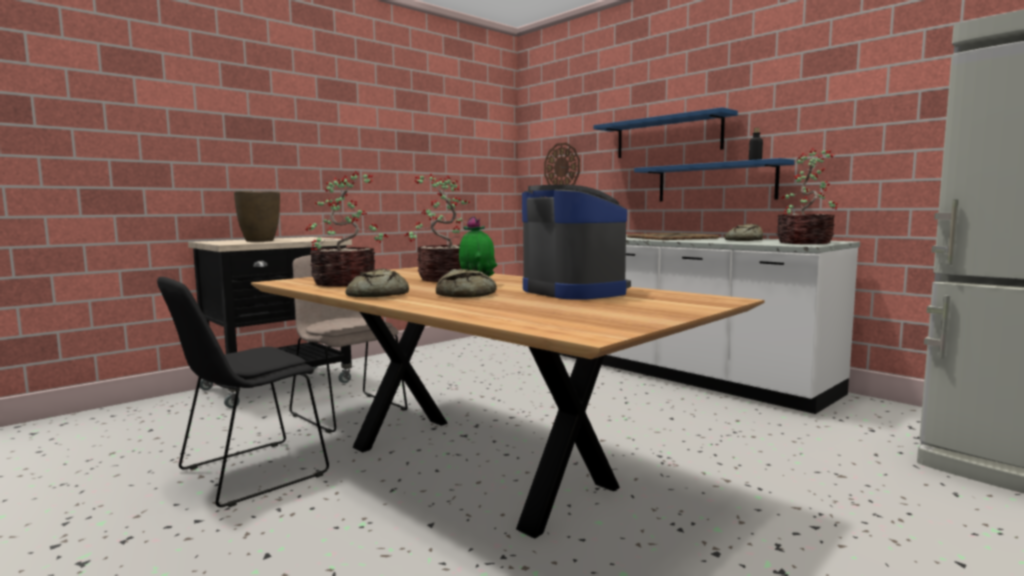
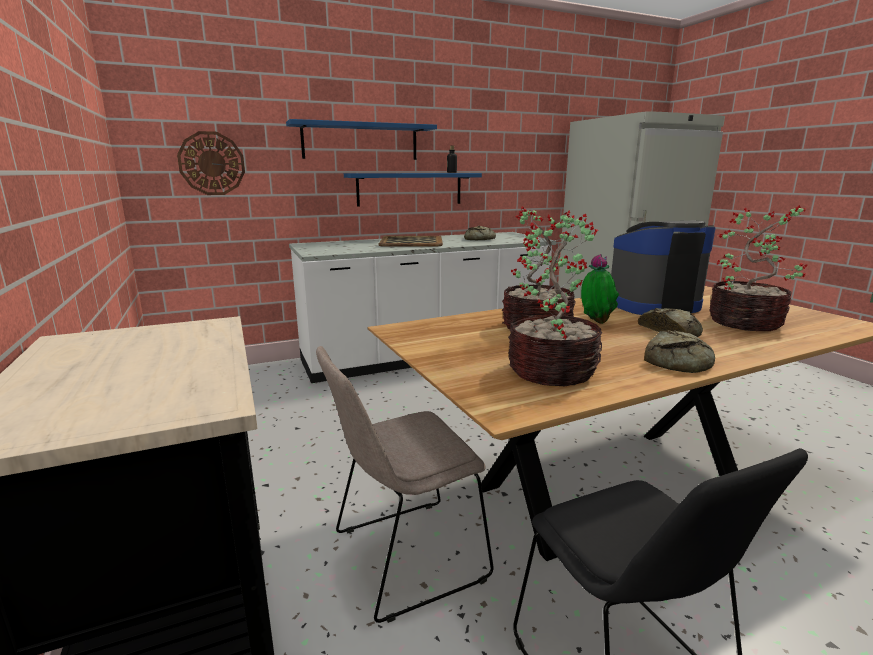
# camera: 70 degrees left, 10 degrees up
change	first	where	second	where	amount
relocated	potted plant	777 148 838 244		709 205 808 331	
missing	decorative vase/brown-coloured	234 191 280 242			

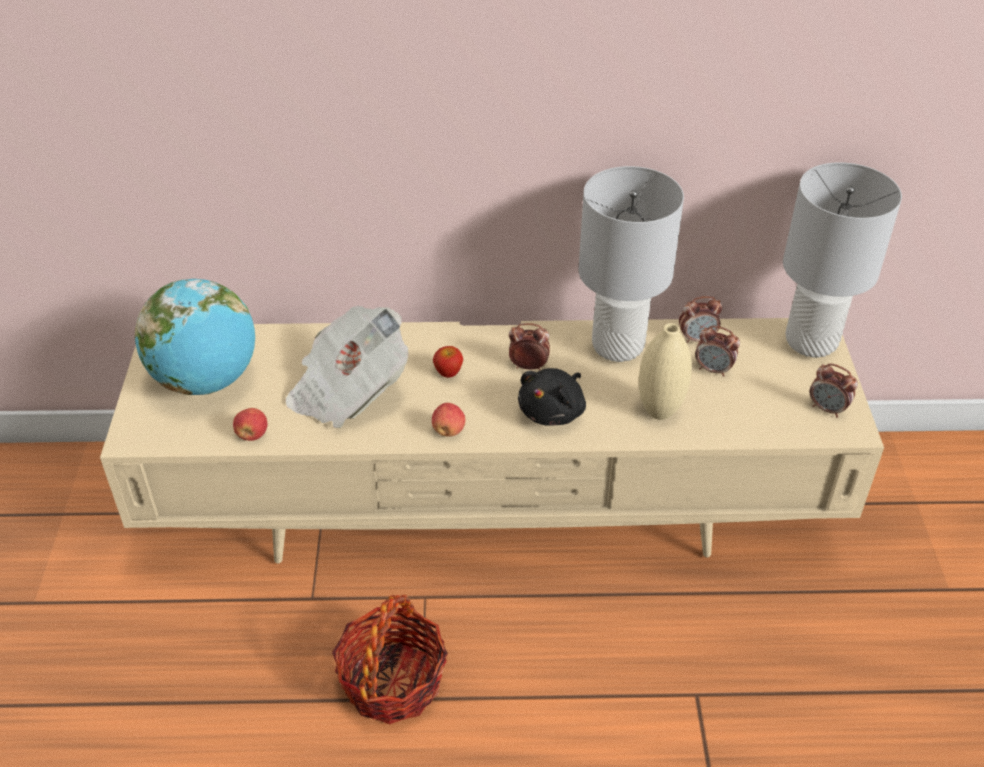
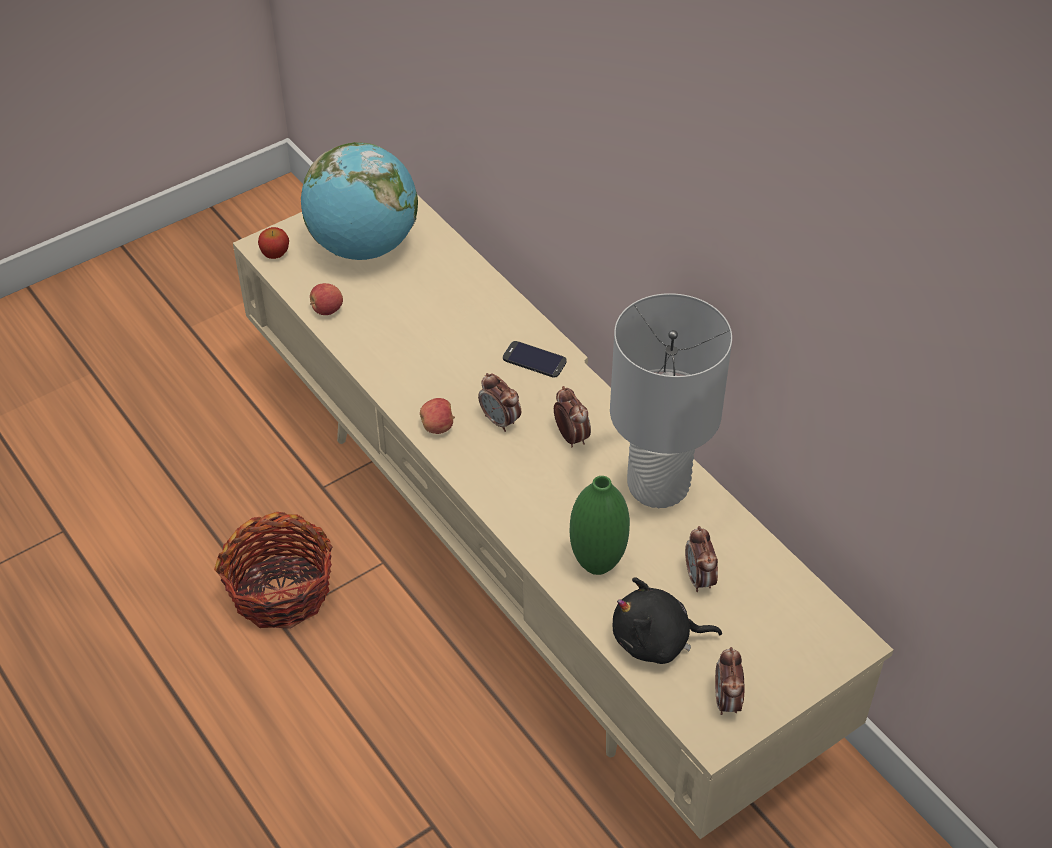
# camera: 55 degrees right, 5 degrees up
change	first	where	second	where	amount
missing	table lamp/gray	783 162 902 358			
relocated	alarm clock	679 296 722 343		478 373 521 432	
missing	newspaper	285 306 409 428			
colour	decorative vase/beige-coloured	639 323 692 420	decorative vase/greenish	569 476 630 575	
relocated	apple	433 346 463 378		258 227 289 259	
relocated	soft toy/black-coloured	518 368 586 426		613 577 722 664	
appeared			telephone	503 341 567 378	

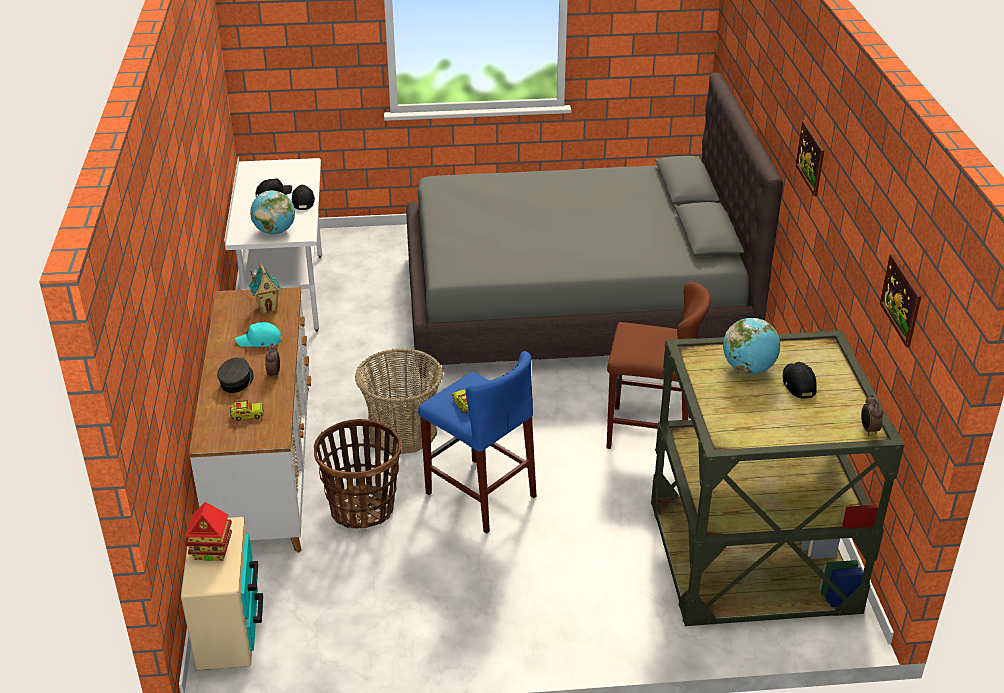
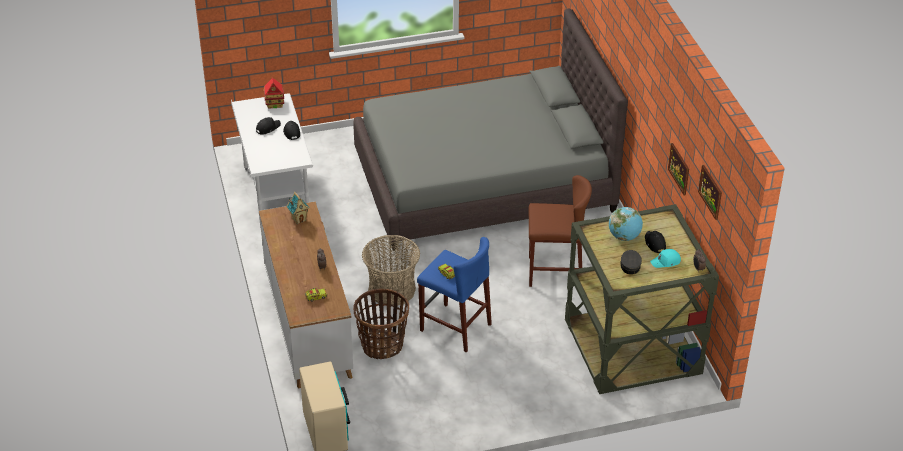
# camera: 10 degrees left, 5 degrees up
change	first	where	second	where	amount
relocated	wall picture	795 121 824 196		668 143 689 196	
missing	desk globe	250 190 295 235			
relocated	cap/turquoise	235 322 282 347		650 249 681 268	
relocated	cap/gray	217 357 254 393		620 250 642 275	
relocated	toy house	185 502 232 561		264 78 284 109	

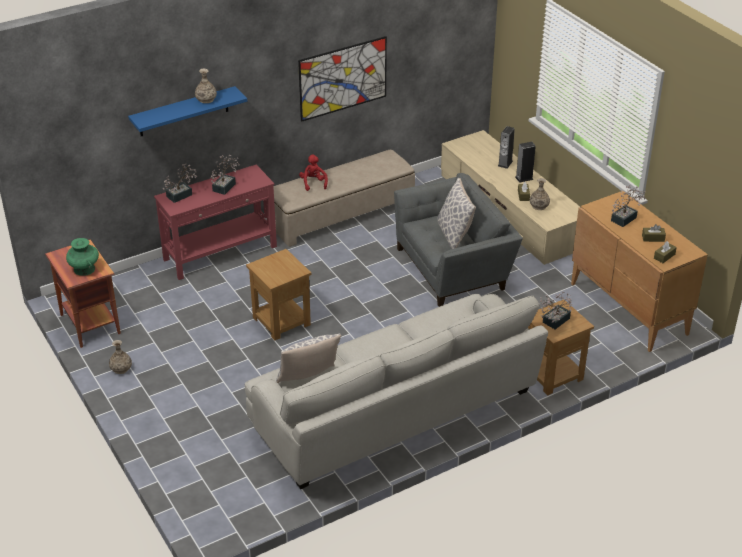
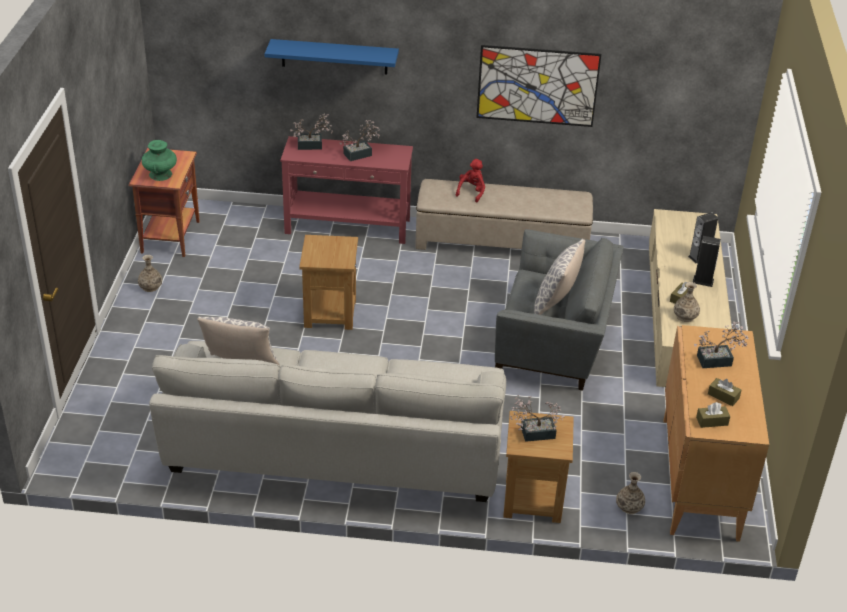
# camera: 35 degrees right, 0 degrees up
change	first	where	second	where	amount
relocated	decorative vase	195 69 217 103		616 472 645 514	

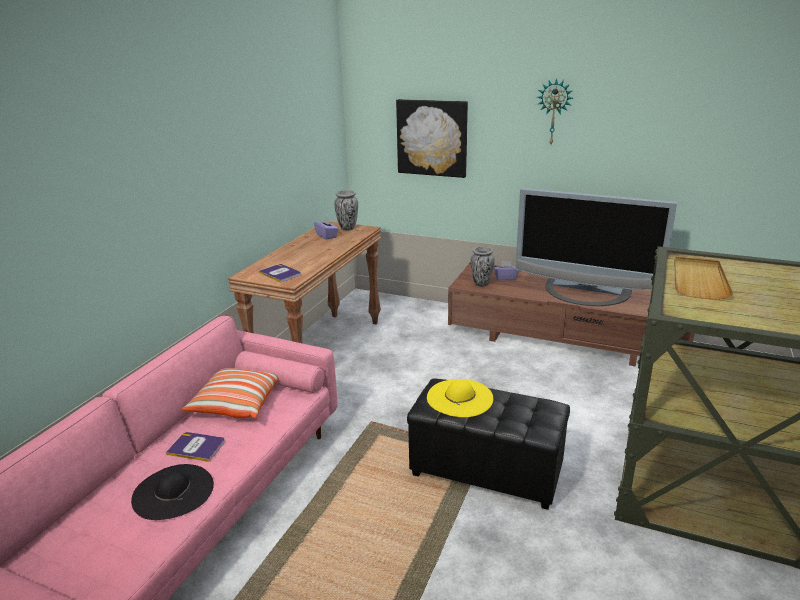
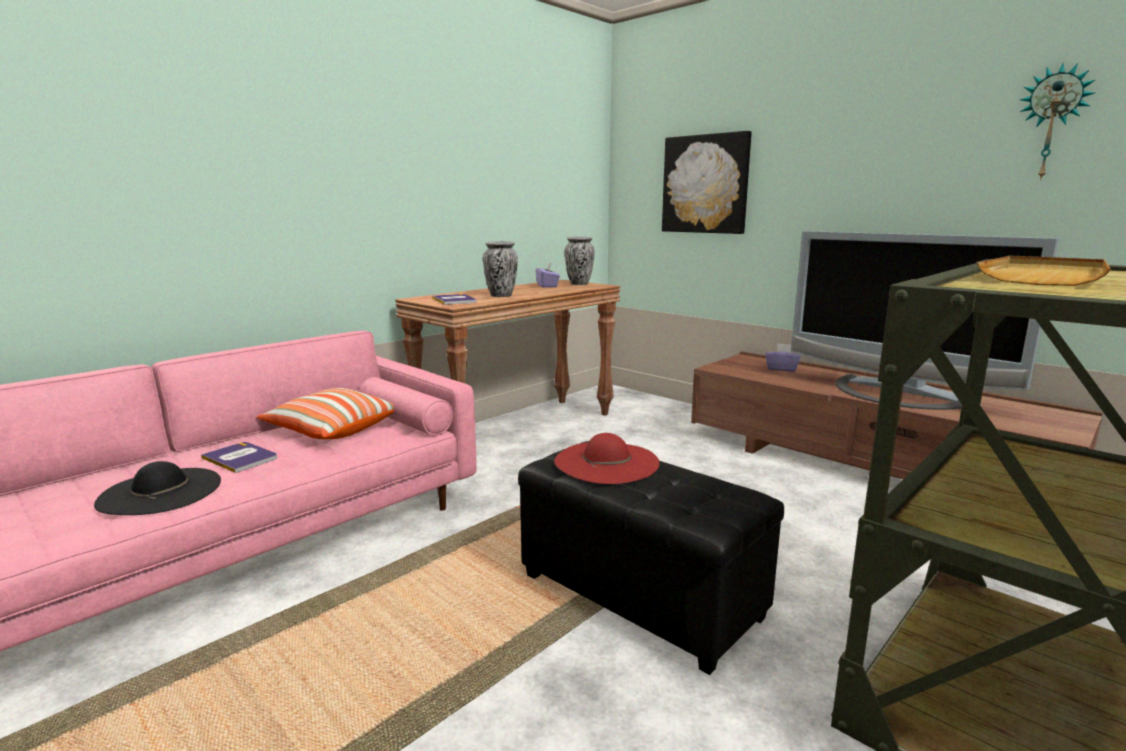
# camera: 20 degrees right, 10 degrees down
change	first	where	second	where	amount
relocated	hanging clock	537 78 573 144		1020 63 1095 181	
relocated	decorative vase	470 247 495 287		483 241 518 297	
colour	hat/yellow-coloured	427 379 493 417	hat/red	554 433 659 484	

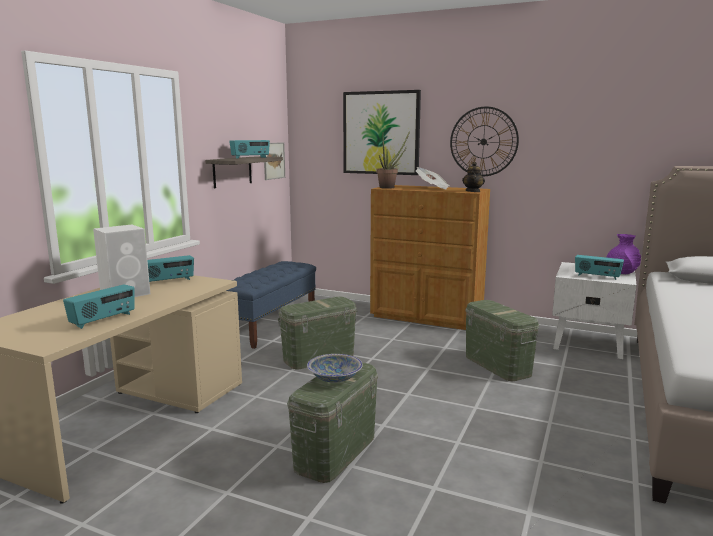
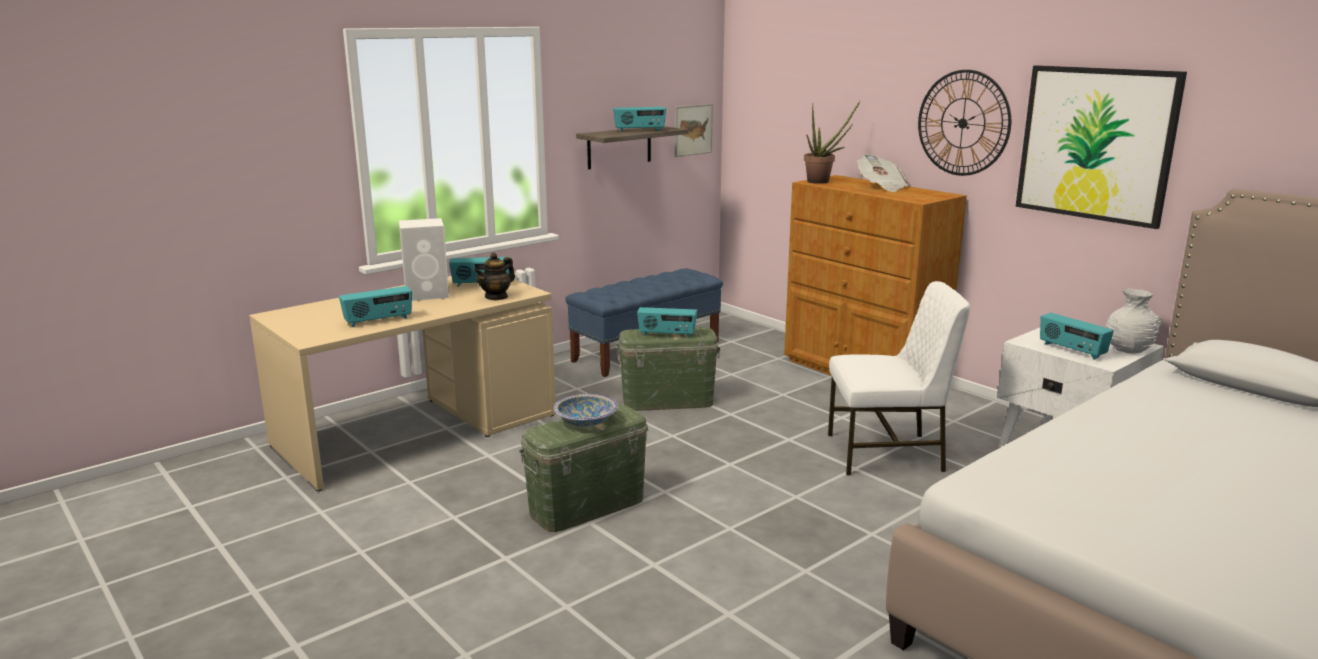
# camera: 25 degrees right, 5 degrees up
change	first	where	second	where	amount
relocated	wall picture	343 90 421 175		1015 65 1187 229	
relocated	tea pot	462 162 485 192		474 253 515 300	
colour	decorative vase/purplish	607 234 641 274	decorative vase/white	1106 288 1162 354	
exchanged	storage container/greenish	466 300 539 381	chair/white	828 281 970 475	
appeared			radio	637 307 697 338	

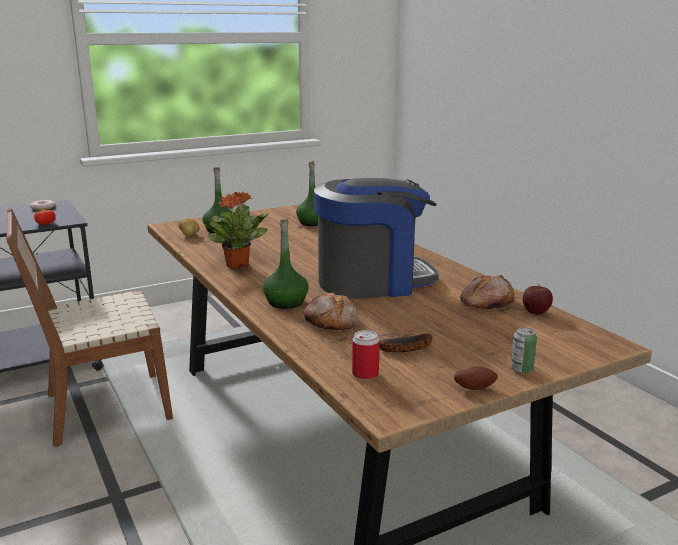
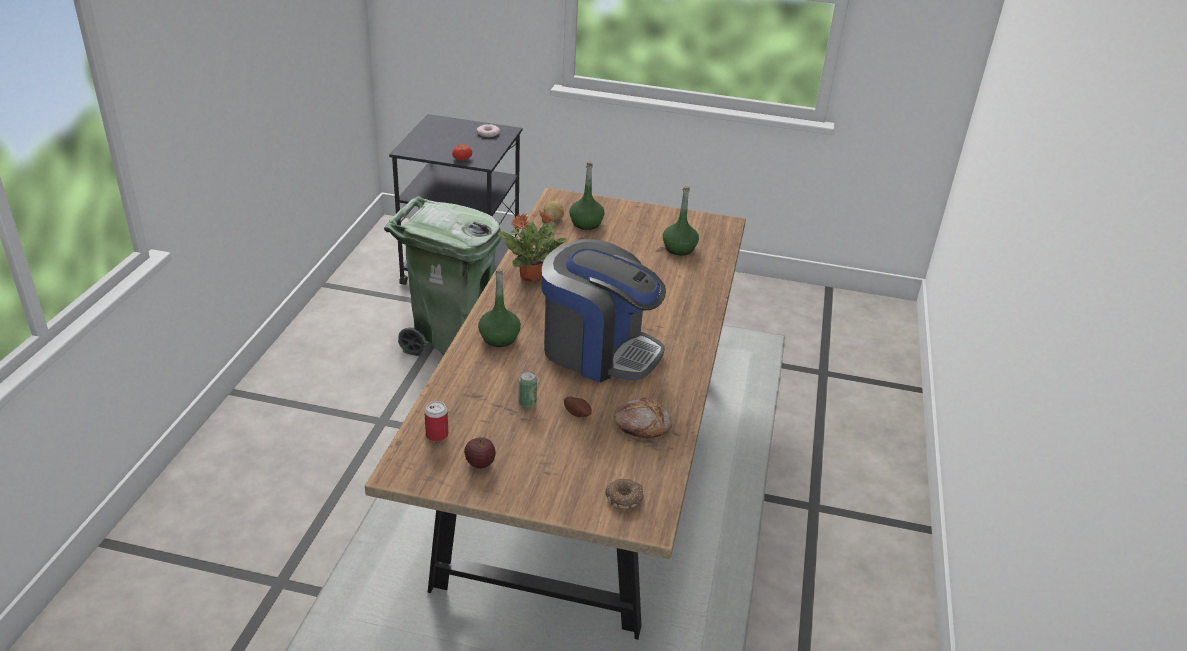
# camera: 40 degrees right, 15 degrees up
change	first	where	second	where	amount
exchanged	chair	6 208 173 447	waste bin/greenish	384 196 502 356	
relocated	apple	523 284 553 314		464 437 496 469	
missing	bread	304 293 359 330			
relocated	sealed can	511 327 537 374		518 371 537 407	
missing	banana	379 333 433 352			
relocated	whole potato	454 366 498 390		564 397 592 417	
appeared			ring doughnut	605 478 644 509	

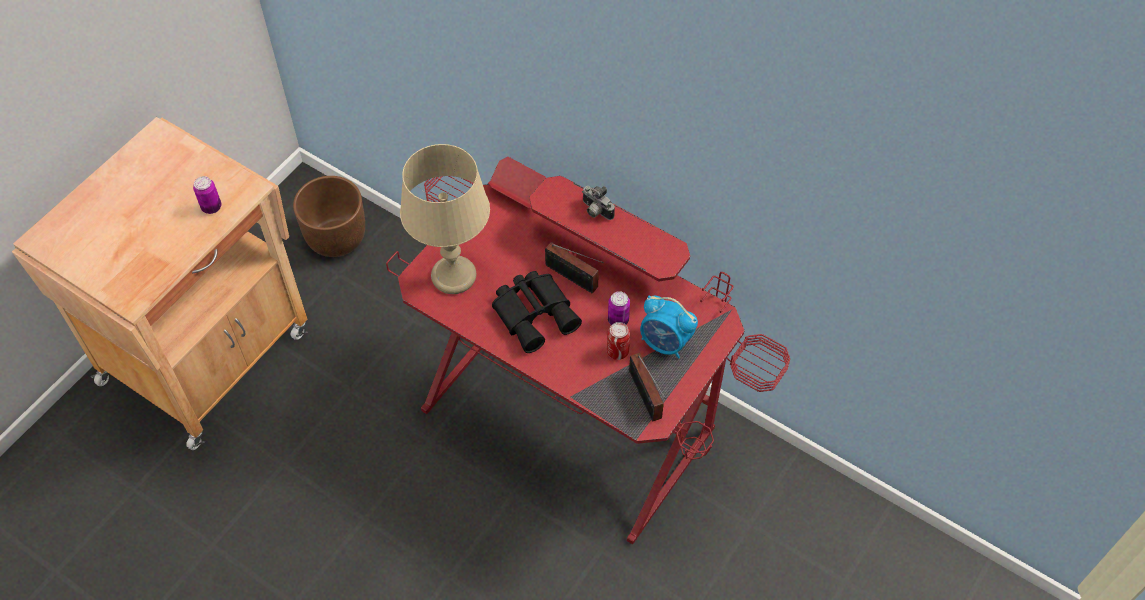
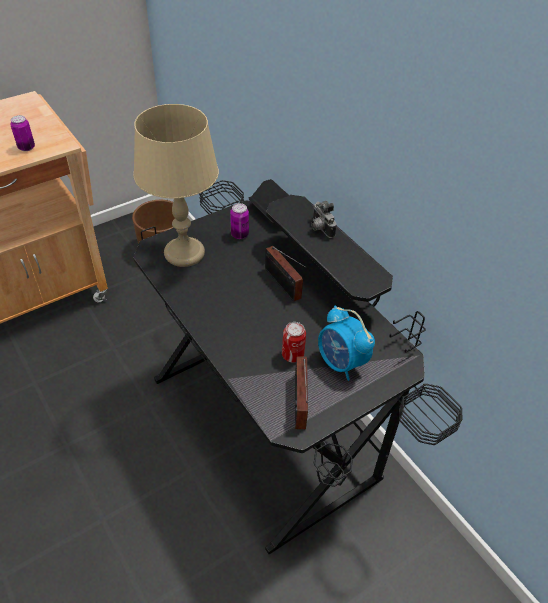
# camera: 20 degrees right, 10 degrees down
change	first	where	second	where	amount
colour	desk/red	386 157 790 544	desk/black-coloured	133 179 463 554	
missing	pair of binoculars/black-coloured	492 271 582 353			
relocated	sealed can	608 291 630 325		230 203 249 239	

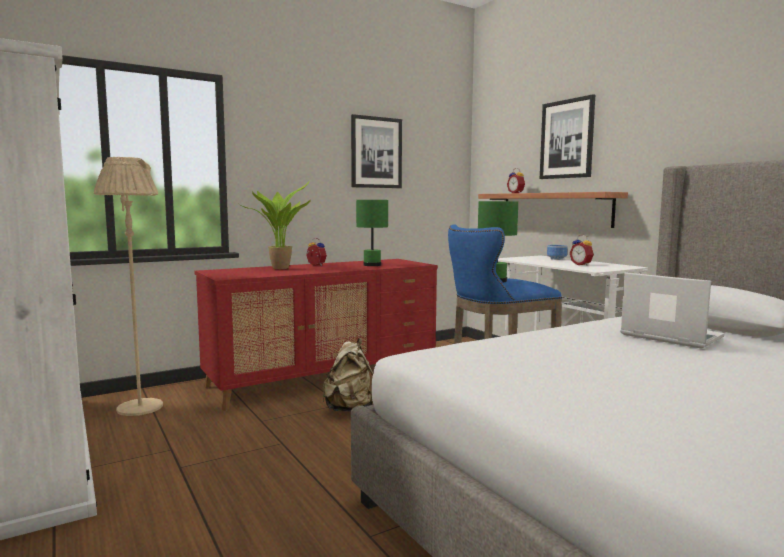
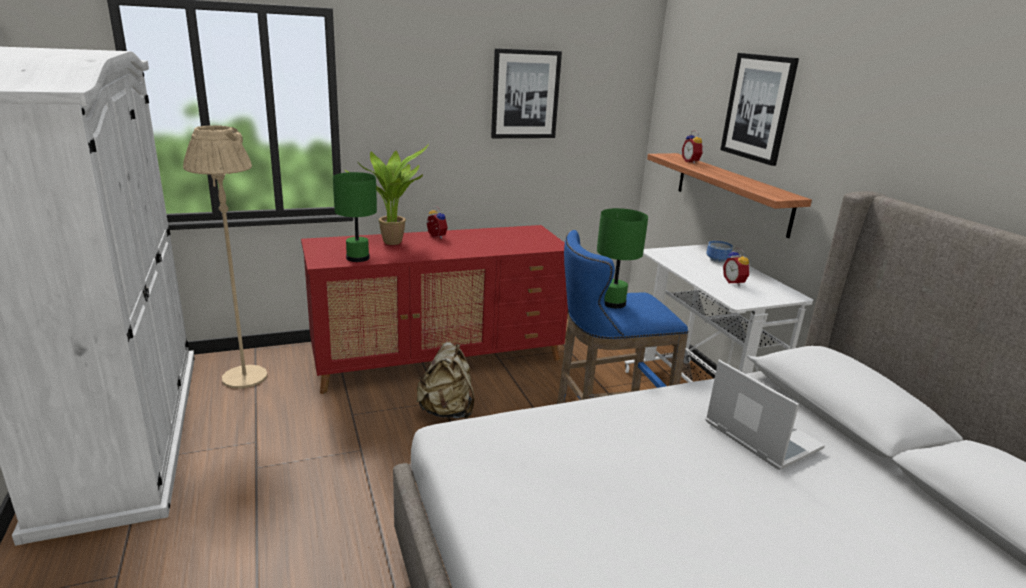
# camera: 10 degrees right, 15 degrees up
change	first	where	second	where	amount
relocated	table lamp/greenish	356 200 388 266		333 172 377 262	

